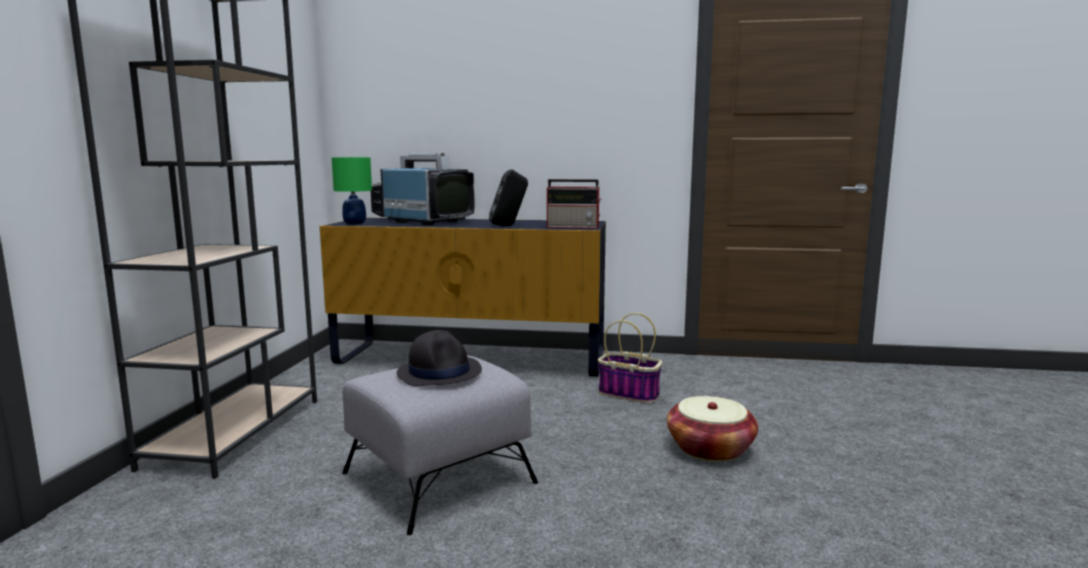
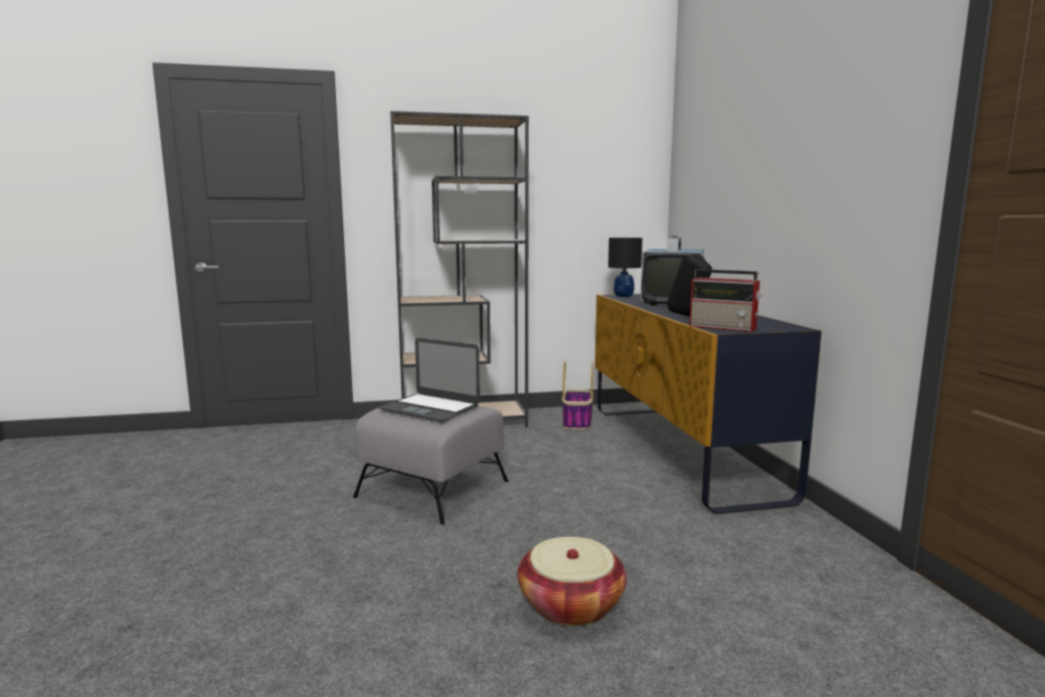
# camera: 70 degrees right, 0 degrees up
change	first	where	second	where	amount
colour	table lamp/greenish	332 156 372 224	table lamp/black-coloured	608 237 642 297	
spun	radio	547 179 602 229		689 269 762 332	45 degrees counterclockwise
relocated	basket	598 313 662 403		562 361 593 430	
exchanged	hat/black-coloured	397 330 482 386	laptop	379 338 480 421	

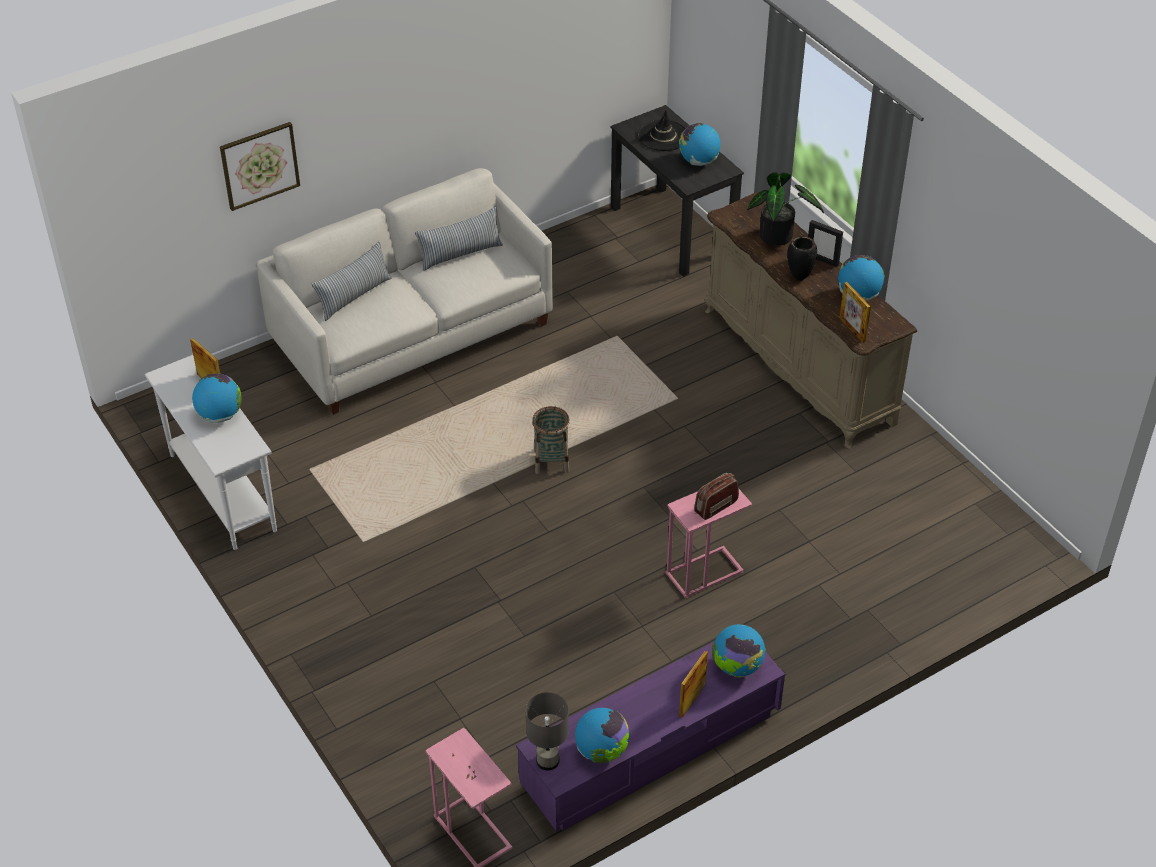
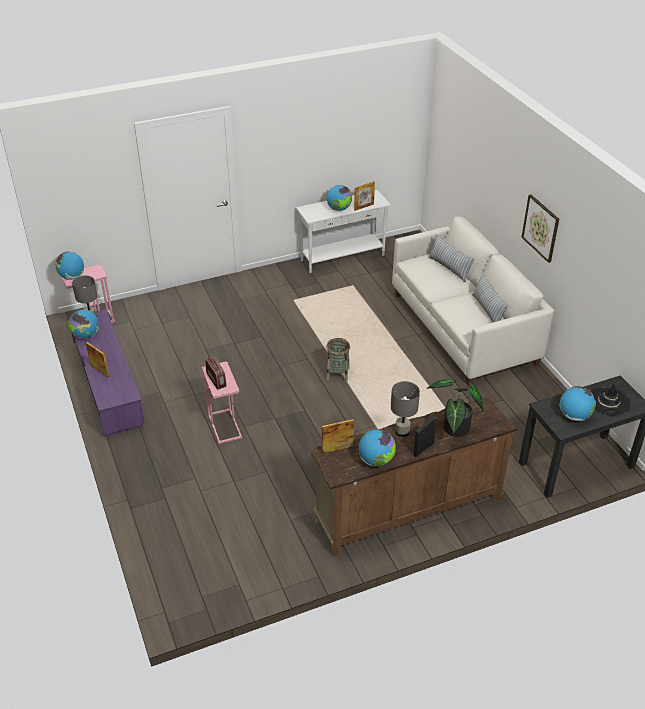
# camera: 100 degrees right, 5 degrees down
change	first	where	second	where	amount
relocated	wall picture	220 122 300 211		522 194 559 263	
exchanged	decorative vase/black-coloured	787 236 817 281	table lamp/gray	391 381 420 437	
relocated	desk globe	712 624 766 677		55 251 84 280	

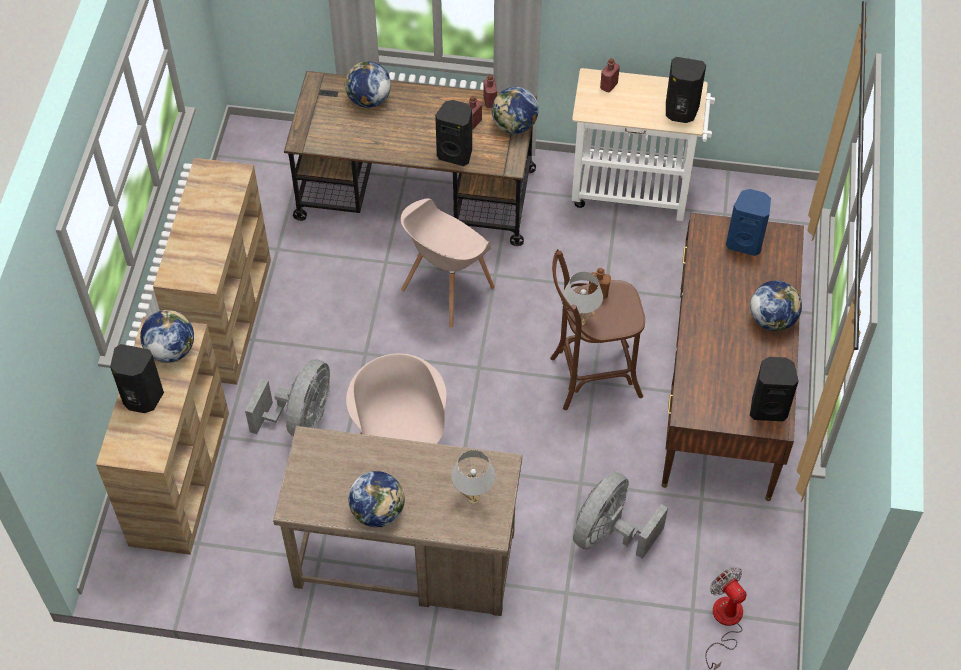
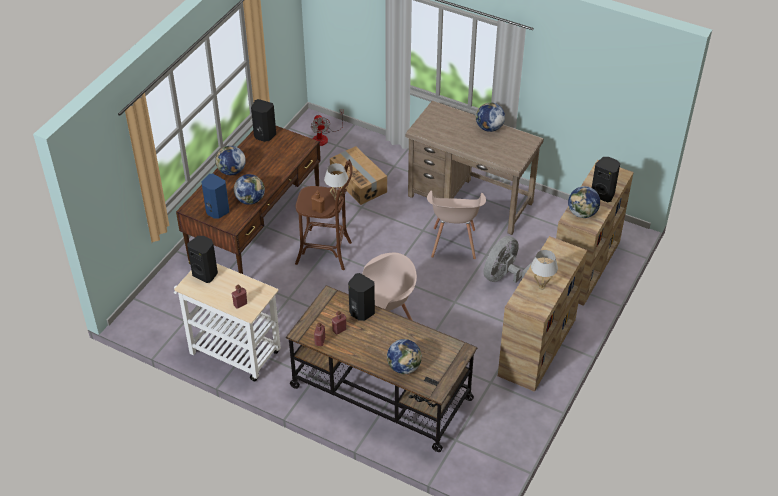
# camera: 160 degrees left, 10 degrees down
change	first	where	second	where	amount
relocated	desk globe	492 87 538 134		234 174 265 205	
relocated	table lamp/white	451 450 496 504		531 250 558 290	
exchanged	fan/gray	573 472 668 559	packing box	330 146 387 205	

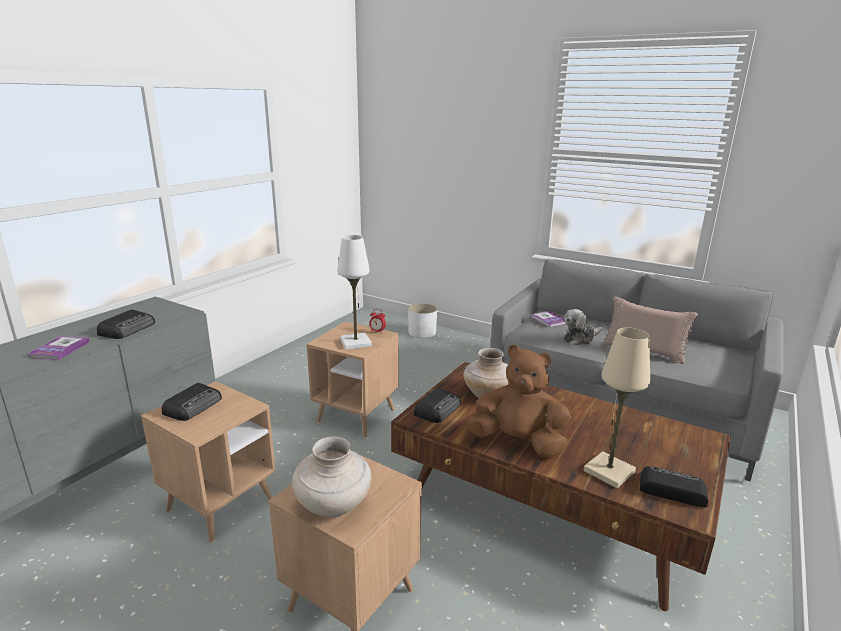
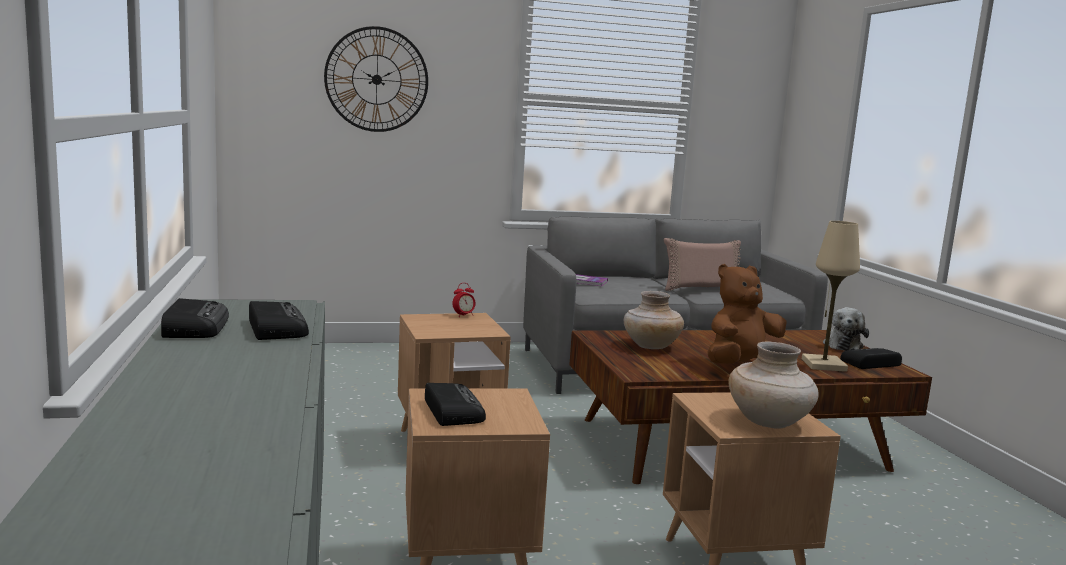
# camera: 45 degrees left, 10 degrees down
change	first	where	second	where	amount
missing	table lamp/white	337 235 372 350			
missing	flower pot/white	408 303 437 338			
relocated	soft toy	563 309 602 345		823 307 869 351	
missing	volume	28 336 90 360			
relocated	radio	414 387 461 423		161 298 229 338	
appeared			hanging clock	324 26 428 132	

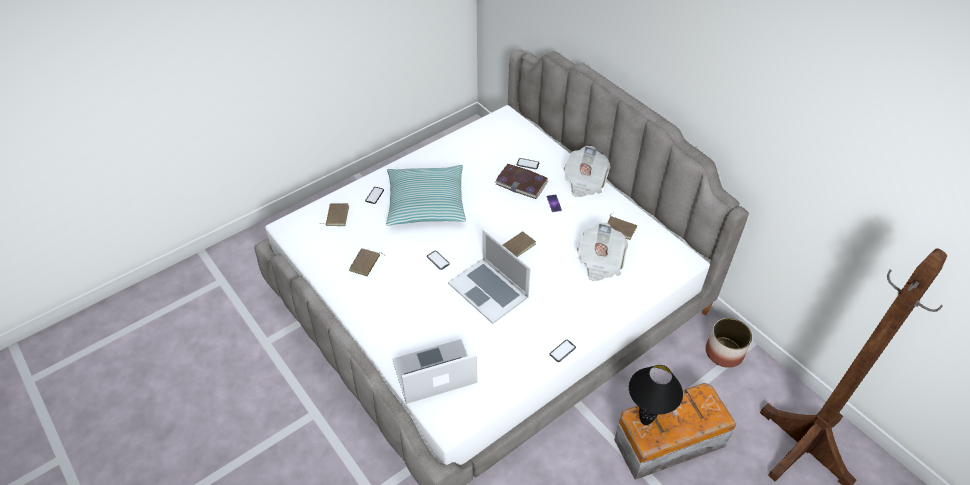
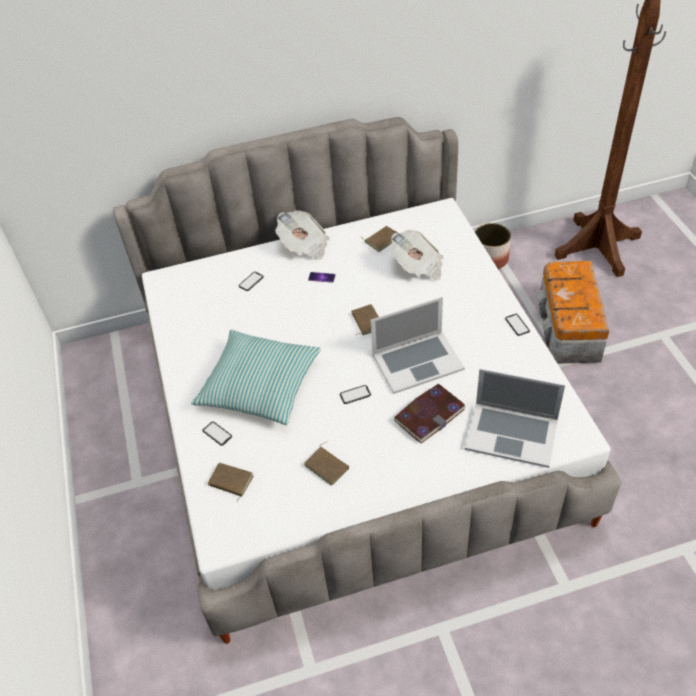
# camera: 65 degrees left, 0 degrees up
change	first	where	second	where	amount
relocated	volume	495 164 548 199		394 384 466 443	
spun	laptop	392 339 477 404		464 369 565 468	75 degrees counterclockwise
missing	table lamp/black-coloured	629 365 683 425			

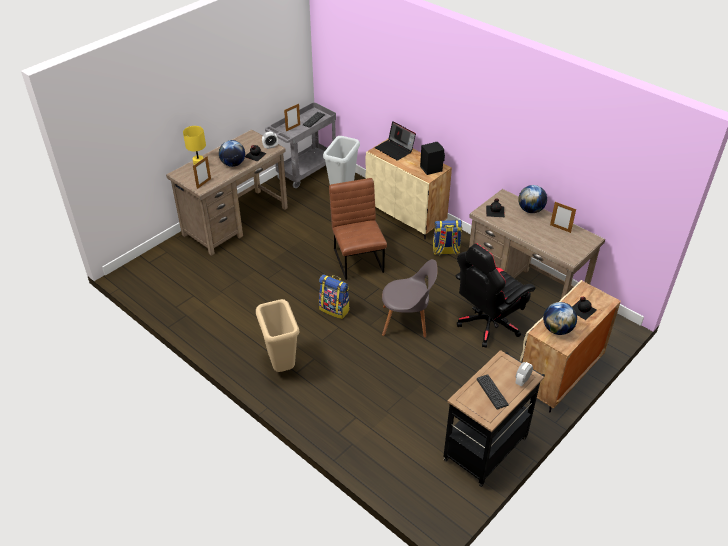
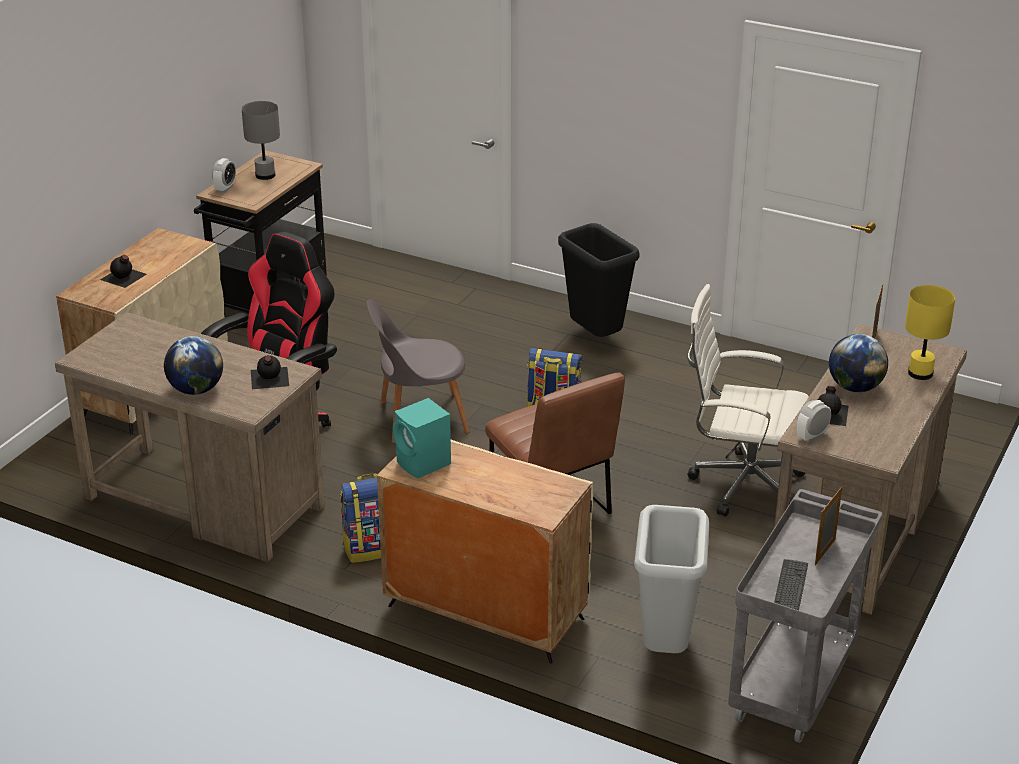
# camera: 165 degrees right, 10 degrees down
change	first	where	second	where	amount
missing	laptop	375 121 416 161			
colour	loudspeaker/black-coloured	420 142 445 175	loudspeaker/turquoise	393 398 451 478	
missing	photo frame	550 202 576 233			
colour	waste bin/beige-coloured	256 299 299 372	waste bin/black-coloured	558 223 640 337	
missing	desk globe	543 302 577 335			
exchanged	keyboard	477 374 509 410	table lamp/gray	242 101 280 180	
appeared			computer chair/white	687 284 809 517	

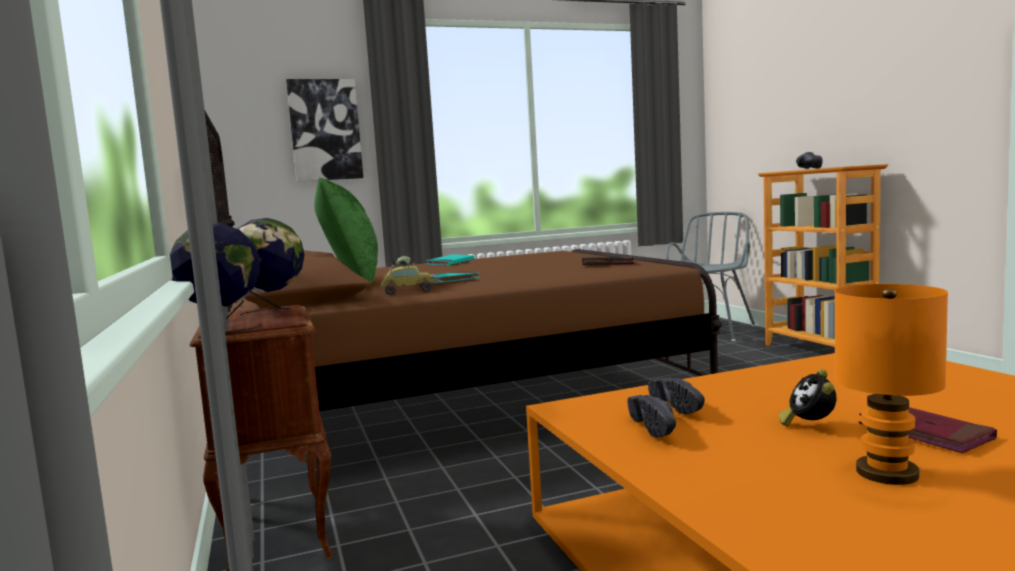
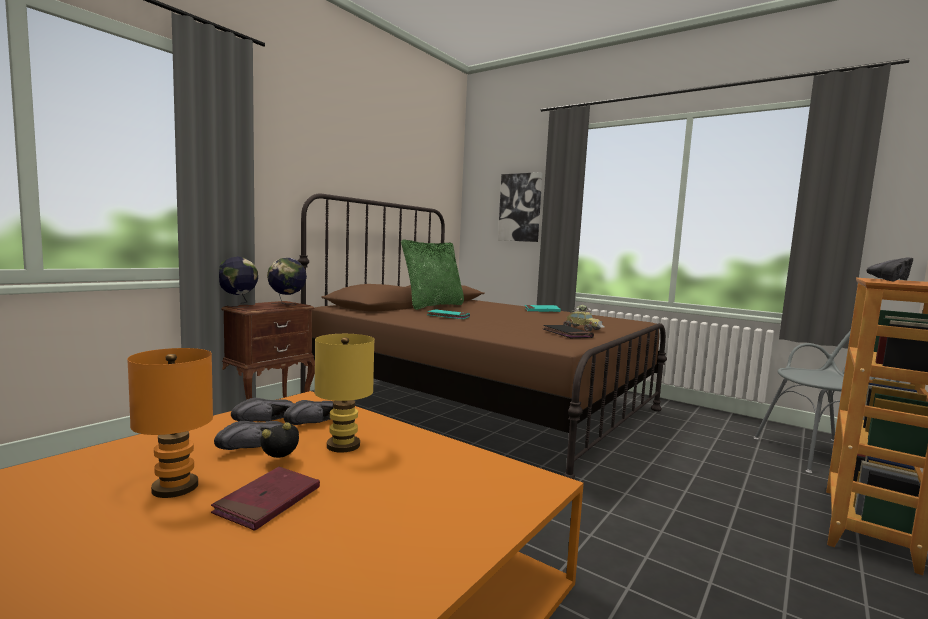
# camera: 55 degrees right, 0 degrees up
change	first	where	second	where	amount
relocated	miniature car	381 256 442 295		563 305 604 332	
appeared			table lamp/yellow-coloured	315 334 375 453	
appeared			low shoe/black-coloured	214 421 283 450	

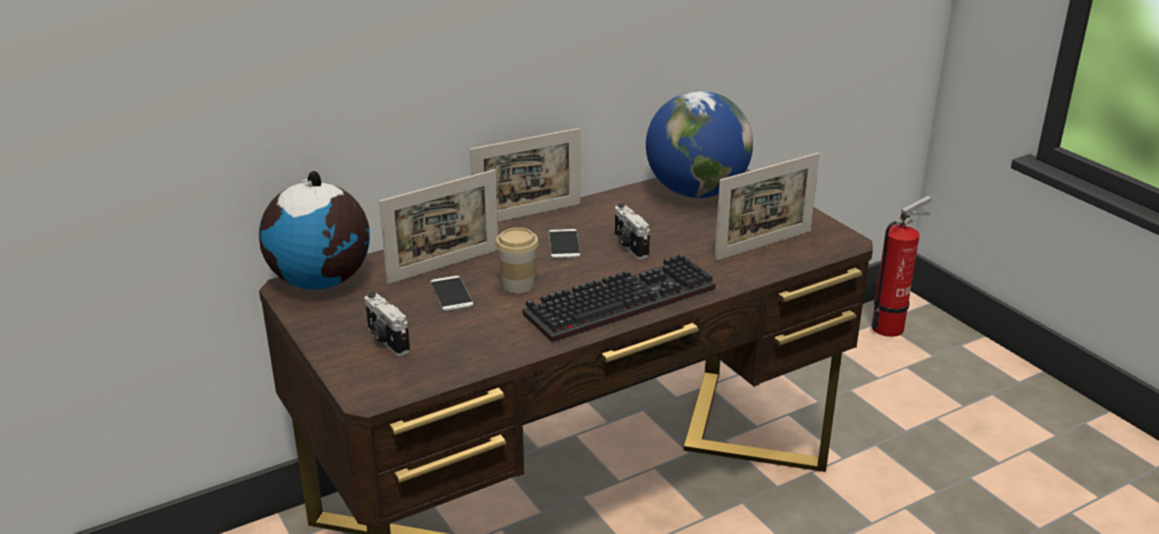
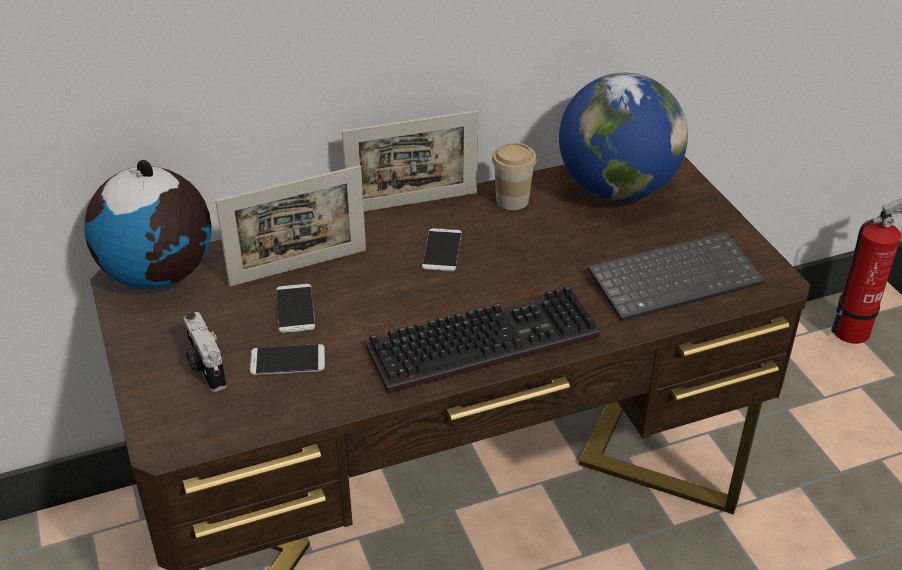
# camera: 10 degrees right, 10 degrees up
change	first	where	second	where	amount
exchanged	photo frame	714 153 820 261	keyboard	588 232 765 322	
missing	photo camera	615 203 650 260			
relocated	small cup	496 228 539 293		492 142 537 210	
appeared			telephone	250 344 325 375	

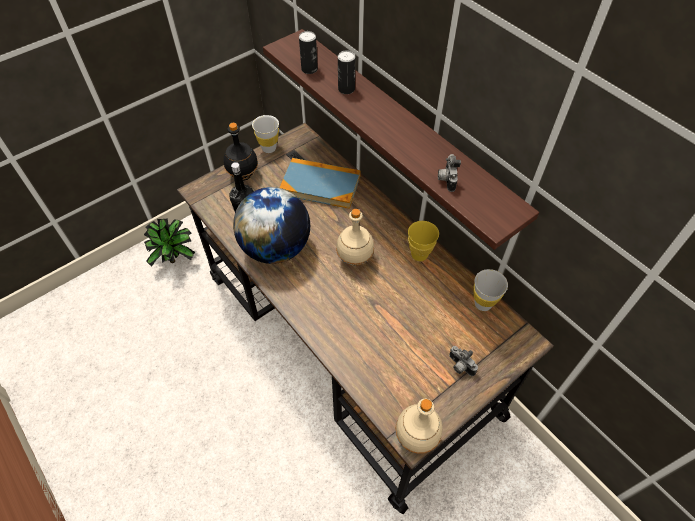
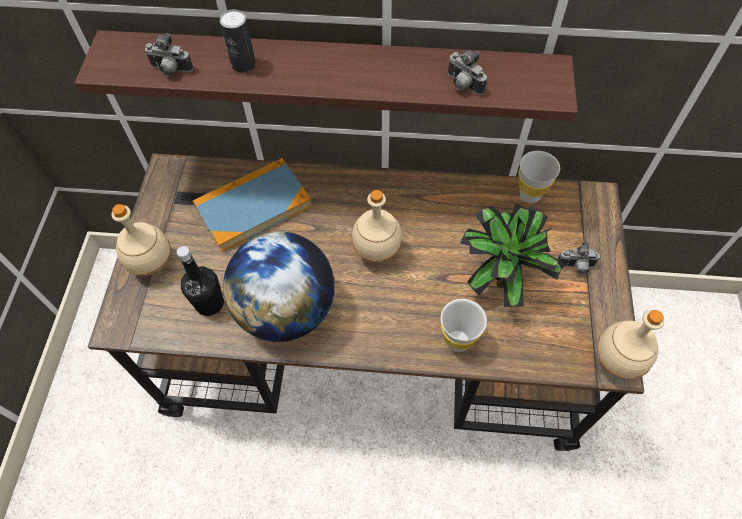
# camera: 45 degrees left, 5 degrees up
change	first	where	second	where	amount
exchanged	sealed can	299 31 318 74	photo camera	145 33 193 76	
relocated	small cup/white	252 115 279 153		441 299 487 352	
colour	drink bottle/black-coloured	223 123 258 181	drink bottle/beige-coloured	111 204 171 275	
relocated	potted plant	144 218 195 267		460 203 565 307	
missing	small cup/yellow-coloured	408 221 439 261			

